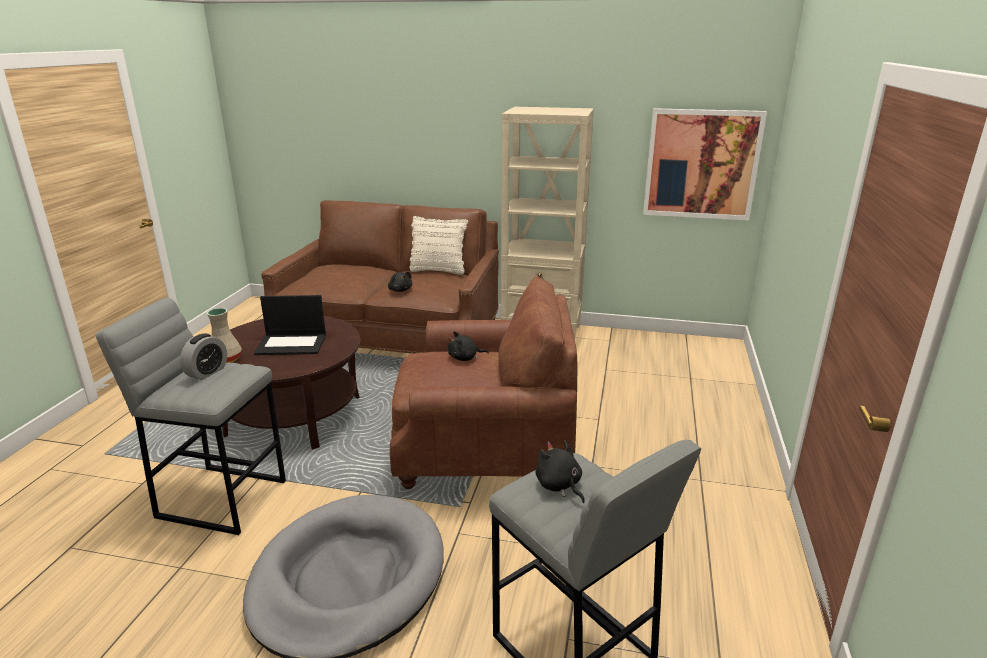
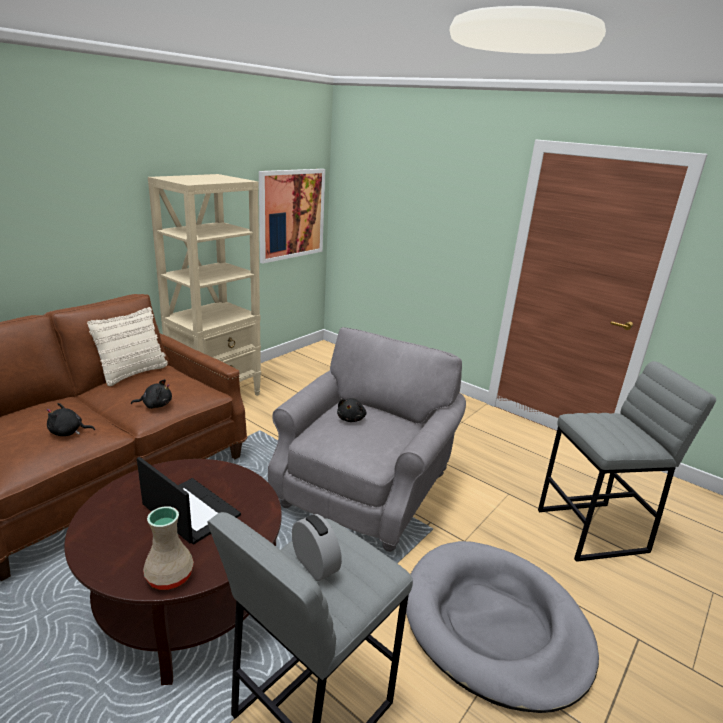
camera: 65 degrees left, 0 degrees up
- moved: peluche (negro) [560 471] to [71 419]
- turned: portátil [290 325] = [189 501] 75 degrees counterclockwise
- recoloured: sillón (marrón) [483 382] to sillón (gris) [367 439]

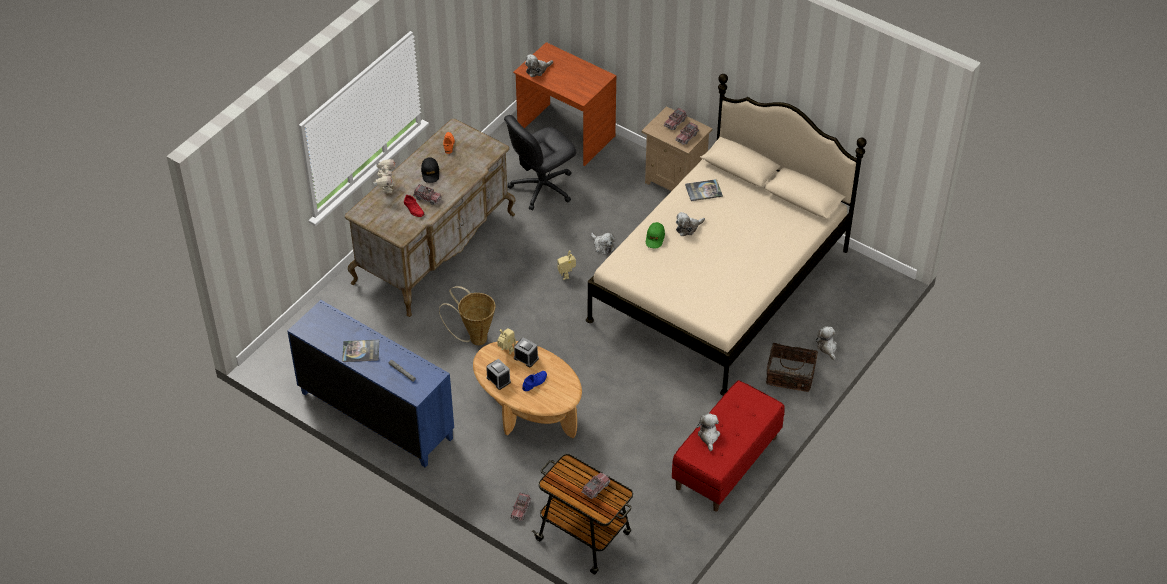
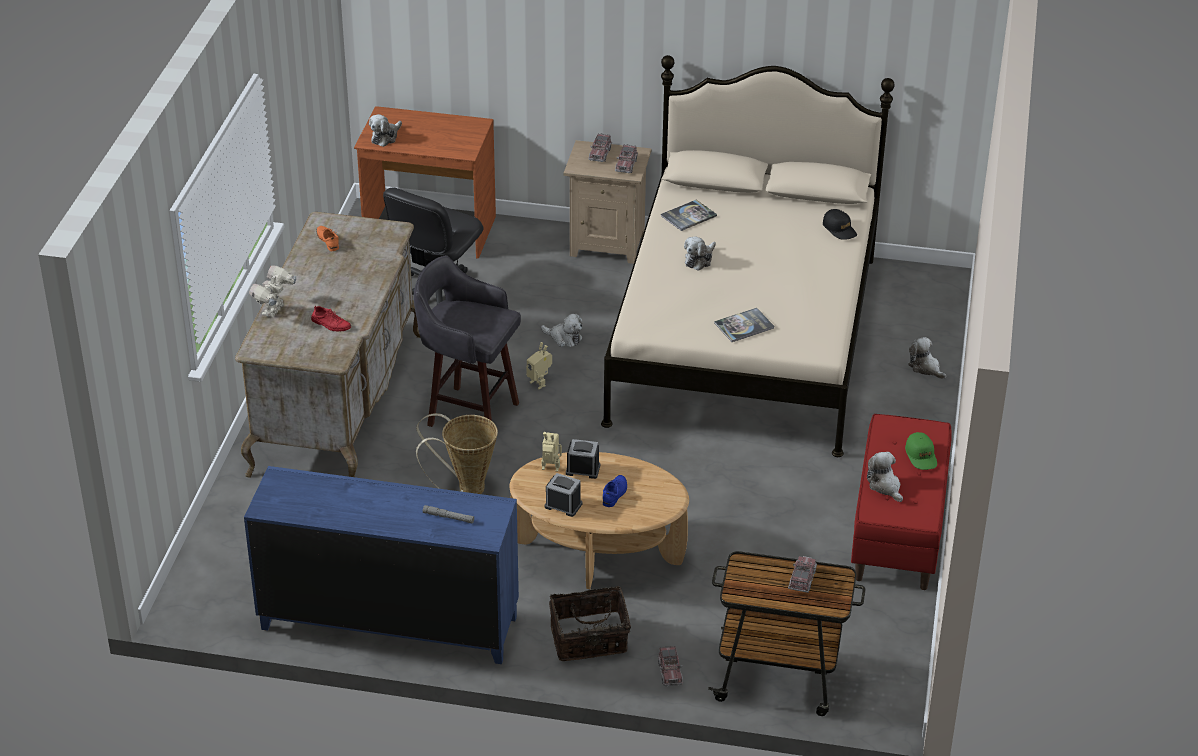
camera: 25 degrees left, 10 degrees down
- turned: robot de juguete [384 176] = [272 291] 135 degrees counterclockwise
- added: taburete (gris) [467 341]
- moved: cesta [792 367] to [590 623]
- moved: libro [360 351] to [744 325]
- moved: gorra (negro) [430 170] to [840 224]
- moved: gorra (verde) [655 235] to [921 451]
- removed: camión de juguete [427 194]

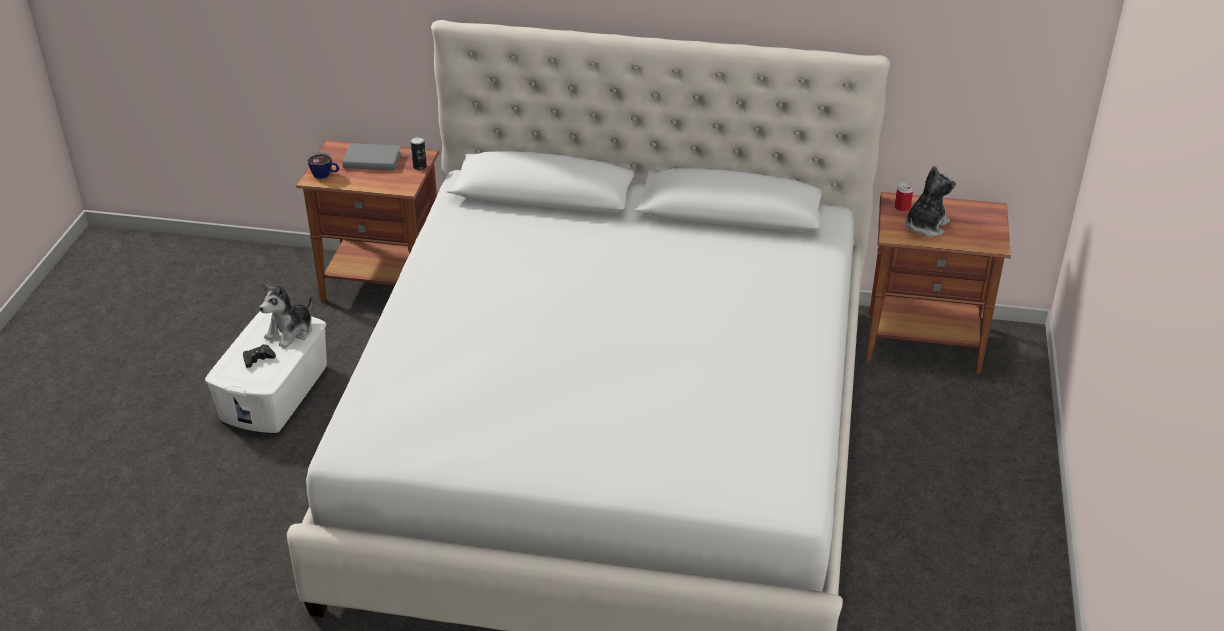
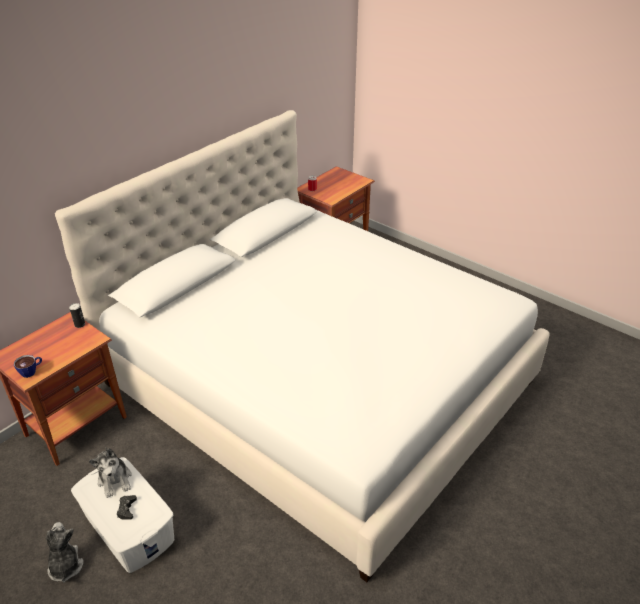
camera: 60 degrees left, 0 degrees up
- moved: peluche [930 201] to [65 552]
- removed: libro (gris) [372 157]

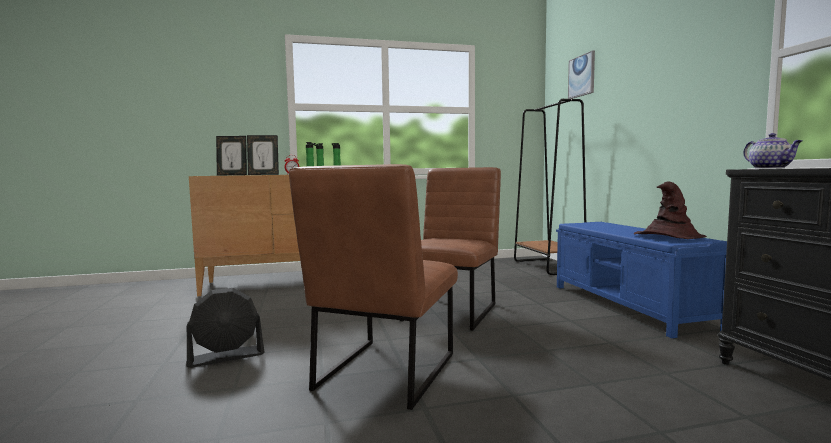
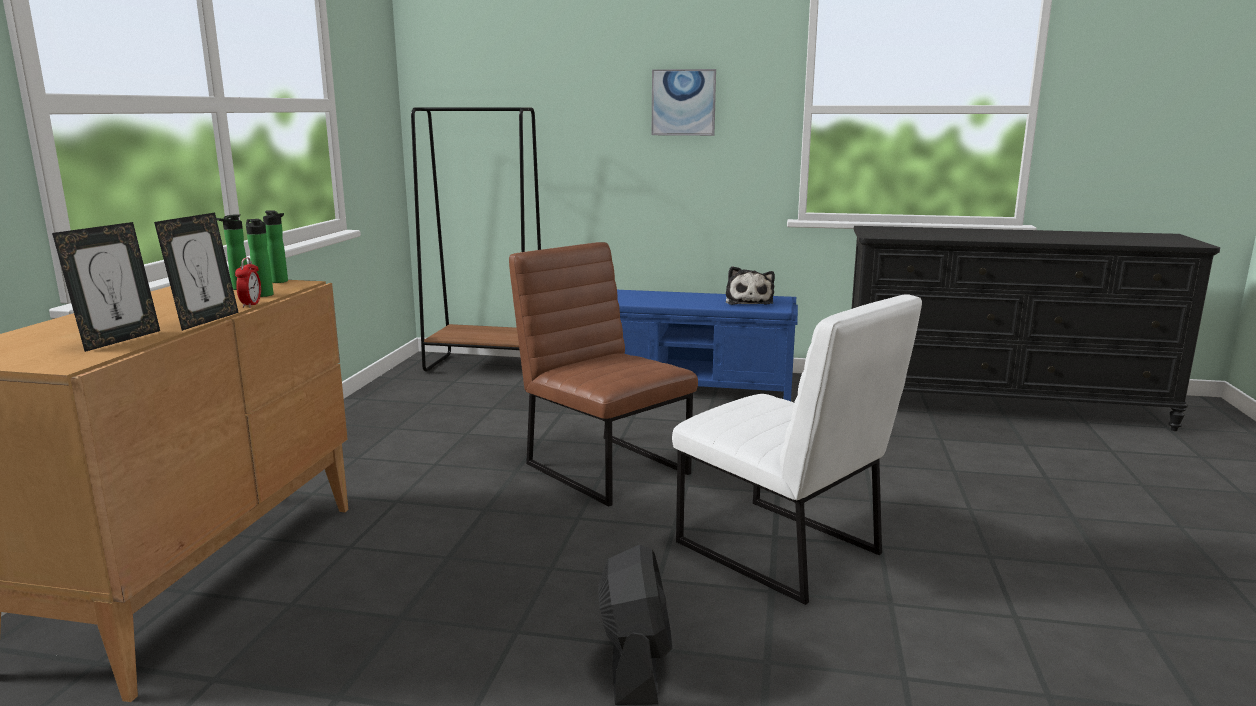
camera: 65 degrees left, 10 degrees up
- moved: cuadro [581 74] to [684 102]
- recoloured: silla (marrón) [373 287] to silla (blanco) [797 449]
- replaced: sombrero (marrón) [670 210] to peluche [750 285]
- removed: tetera [773 151]

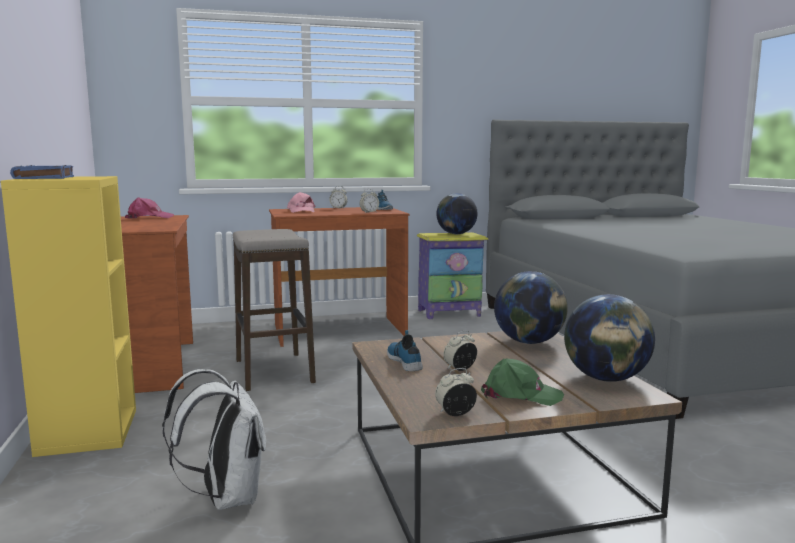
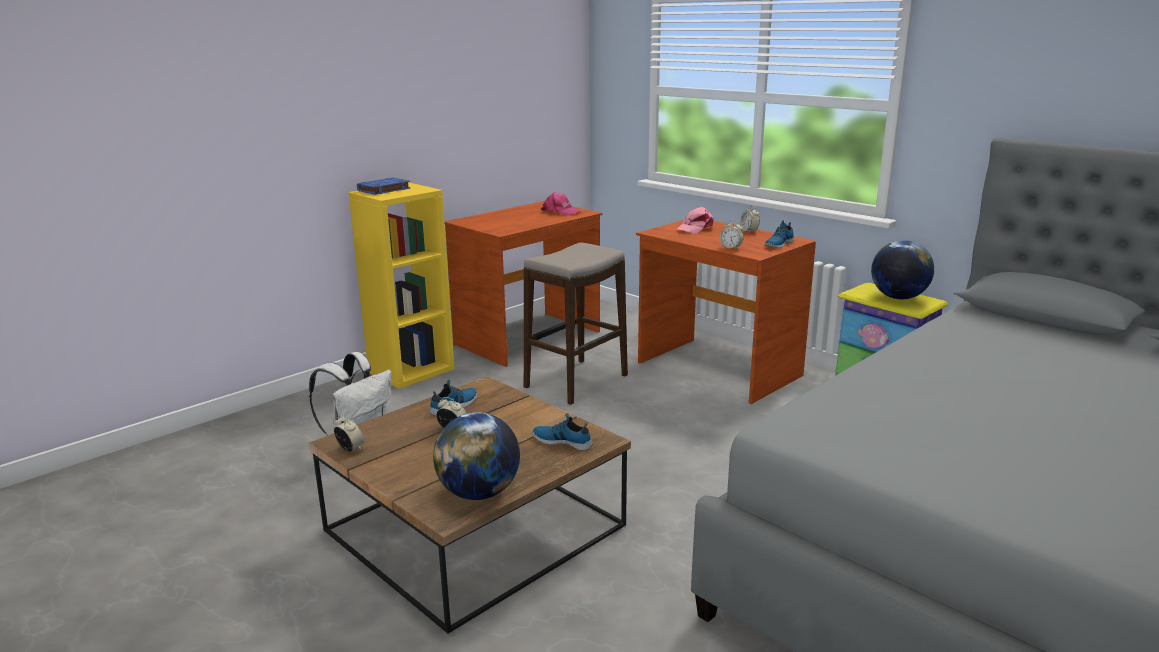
camera: 60 degrees right, 10 degrees up
- replaced: globo terráqueo [531 307] to zapato [563 431]
- removed: gorra (verde) [522 382]

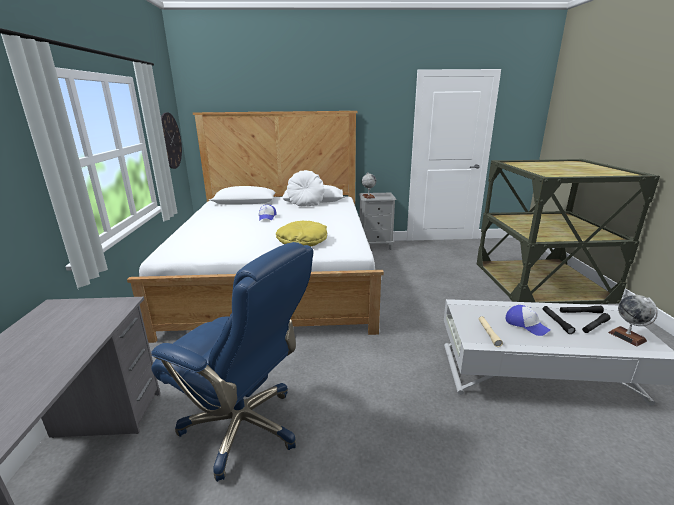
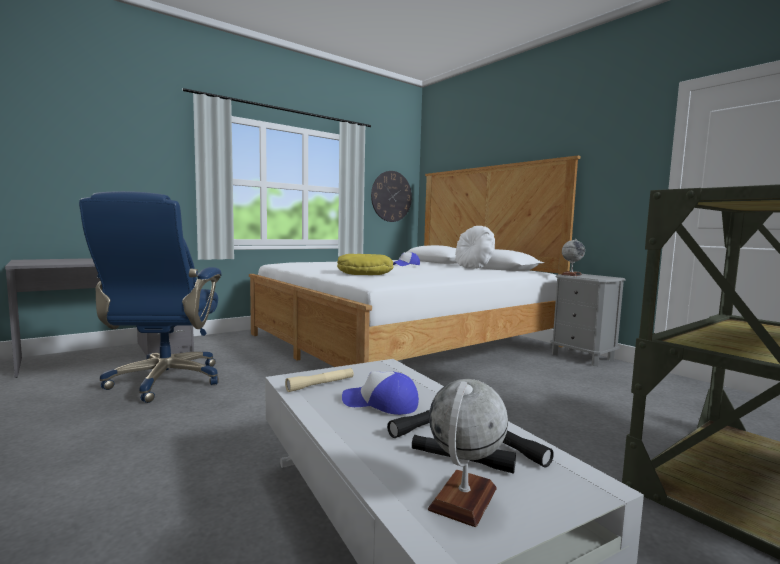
camera: 55 degrees right, 15 degrees down
- turned: gorra [528 320] = [380 393] 90 degrees clockwise

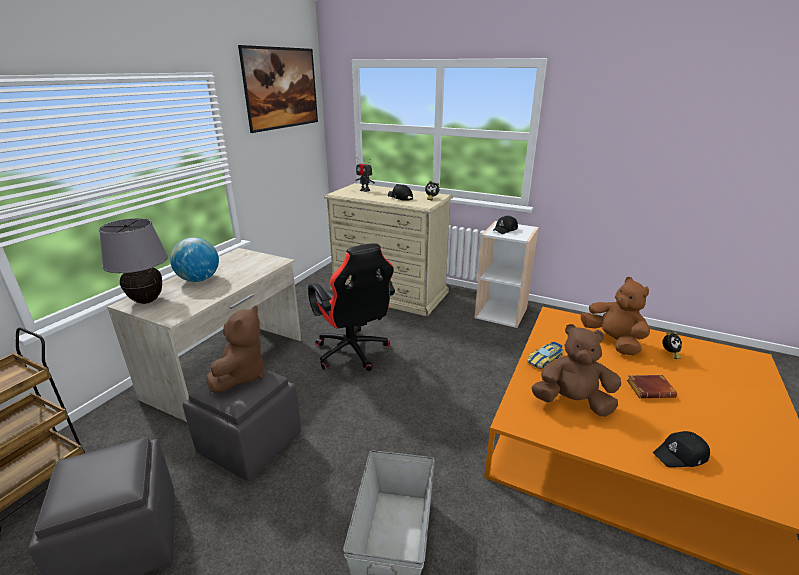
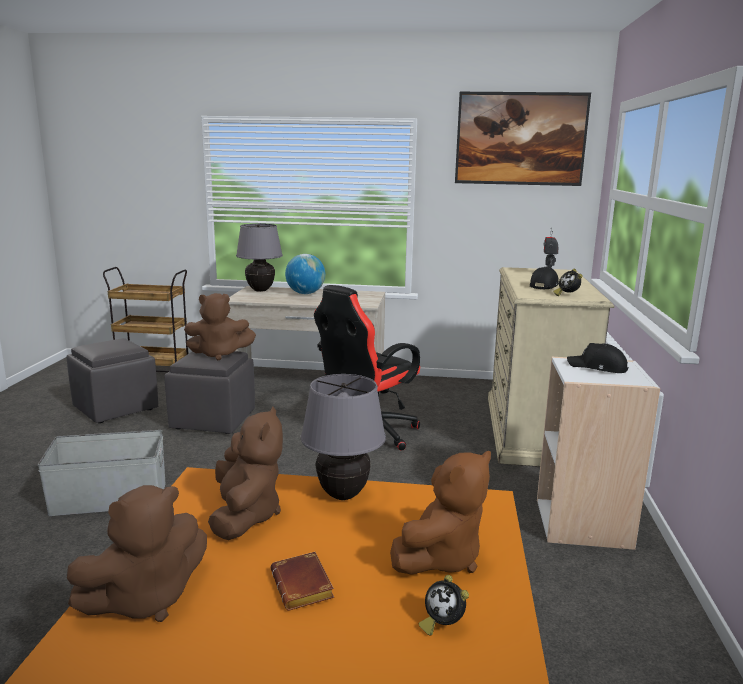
camera: 70 degrees right, 10 degrees down
- replaced: gorra (negro) [681 449] to peluche (marrón) [137 553]
- replaced: coche de juguete [545 355] to lámpara de mesa (gris) [343 437]

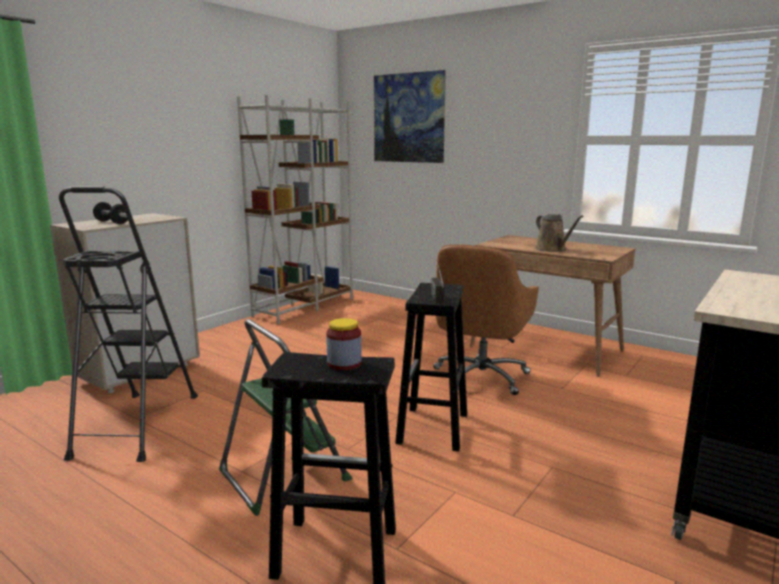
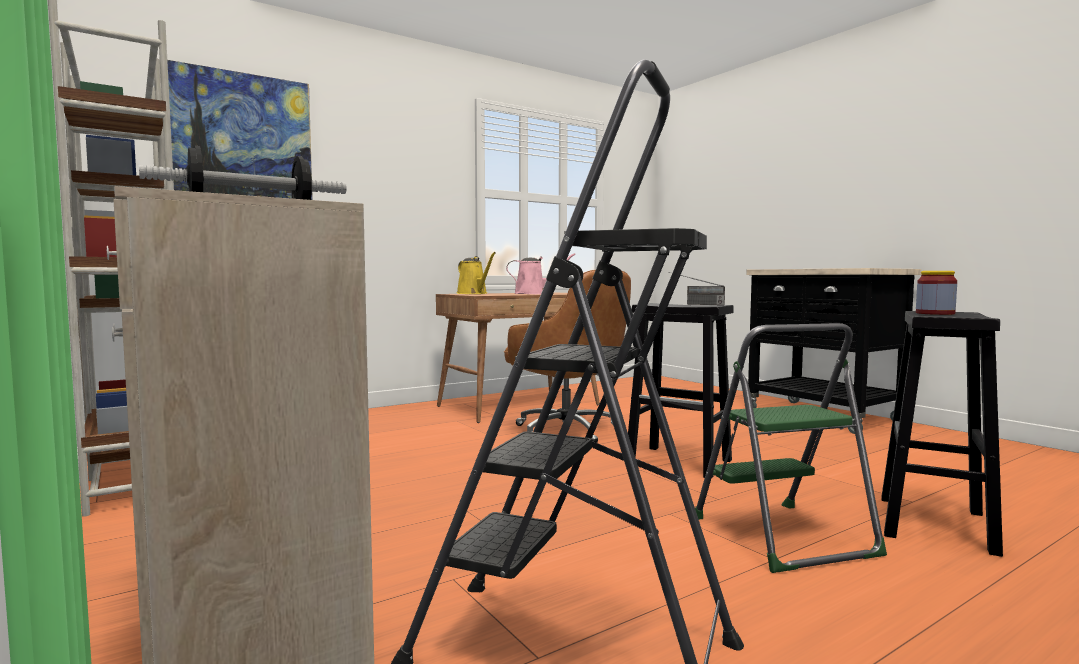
camera: 70 degrees left, 10 degrees down
- added: regadera (amarillo) [476 273]
- recoloured: regadera (marrón) [559 233] to regadera (rosa) [540 273]

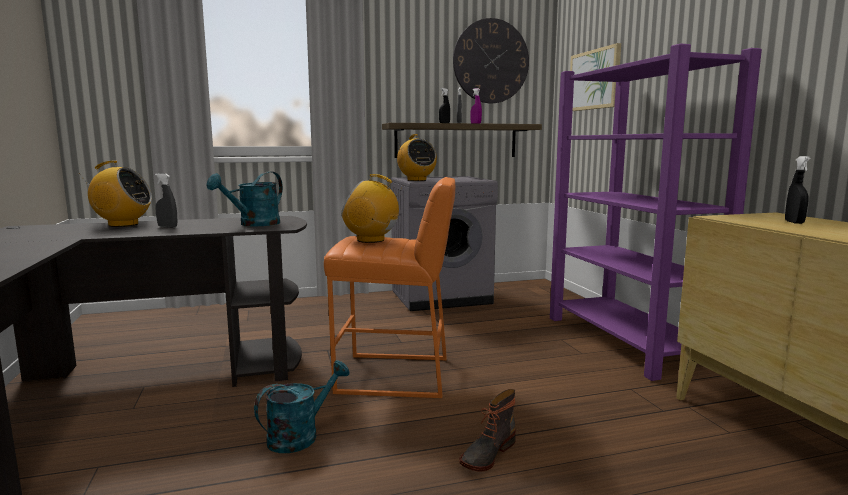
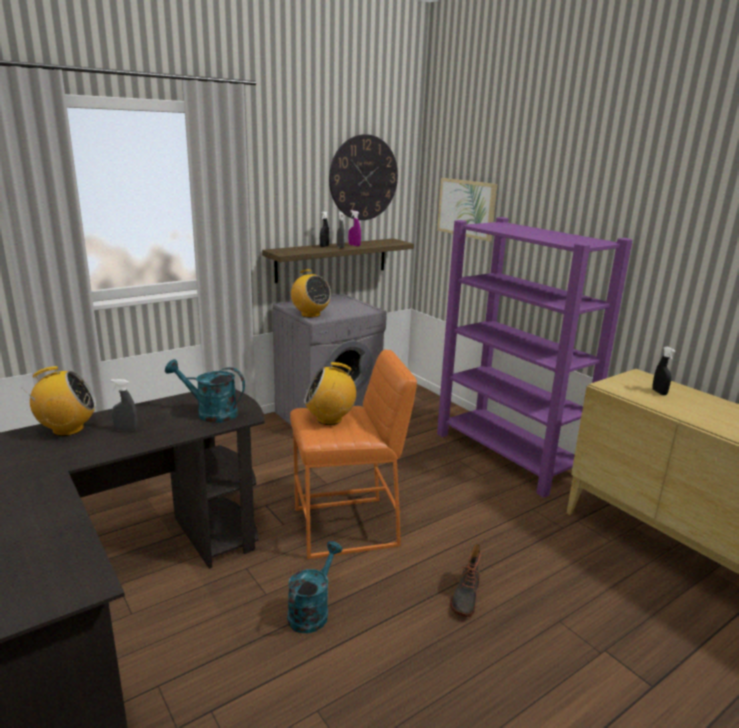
camera: 20 degrees left, 10 degrees up
- turned: regadera (turquesa) [244 198] = [205 391] 90 degrees clockwise

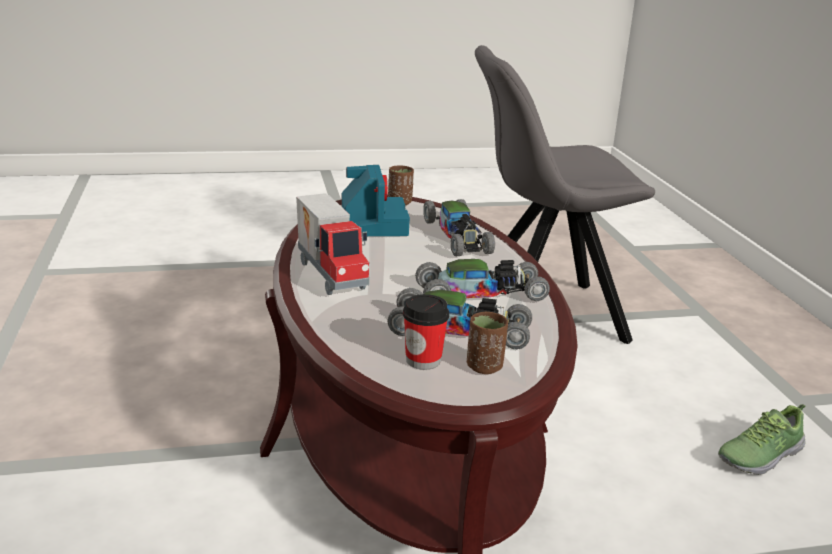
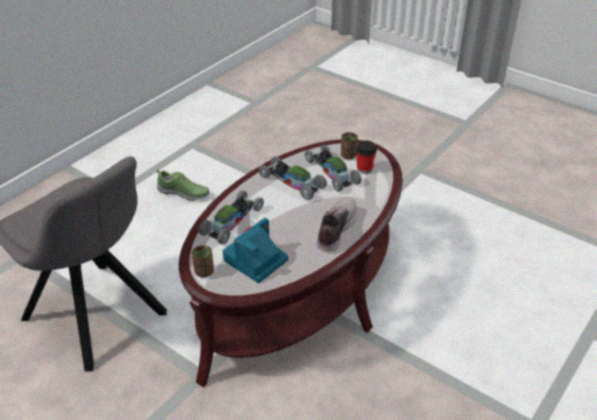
camera: 130 degrees left, 15 degrees up
- replaced: camión de juguete [333 244] to zapato [337 224]

